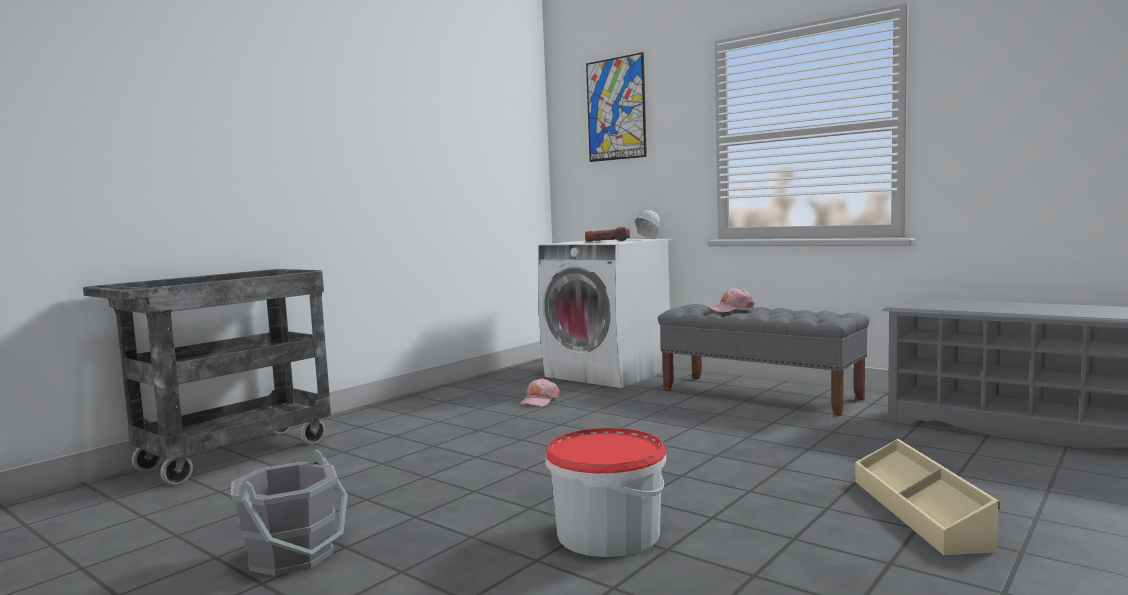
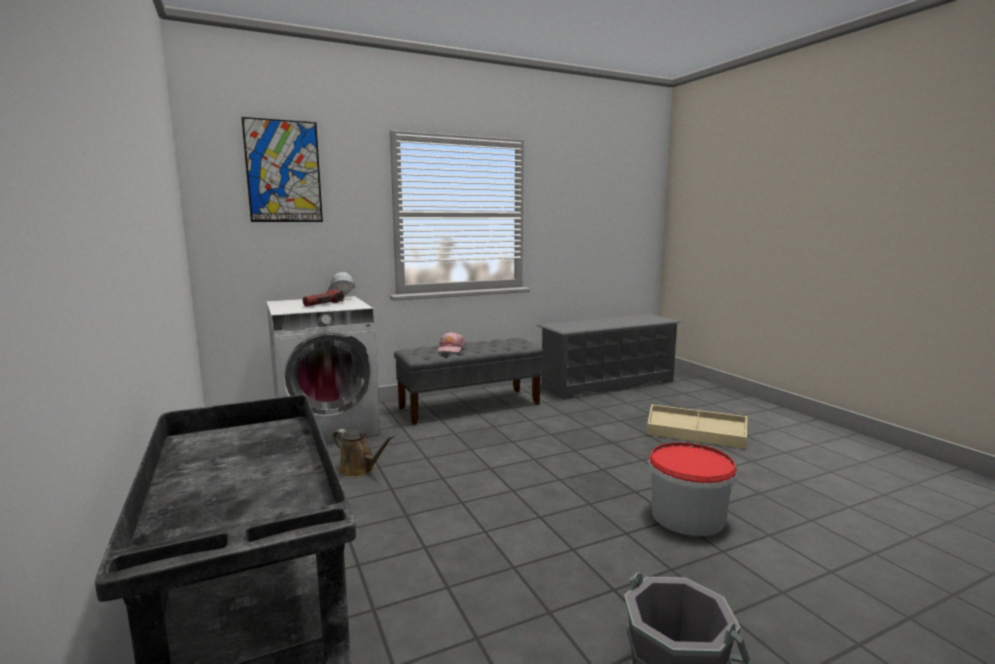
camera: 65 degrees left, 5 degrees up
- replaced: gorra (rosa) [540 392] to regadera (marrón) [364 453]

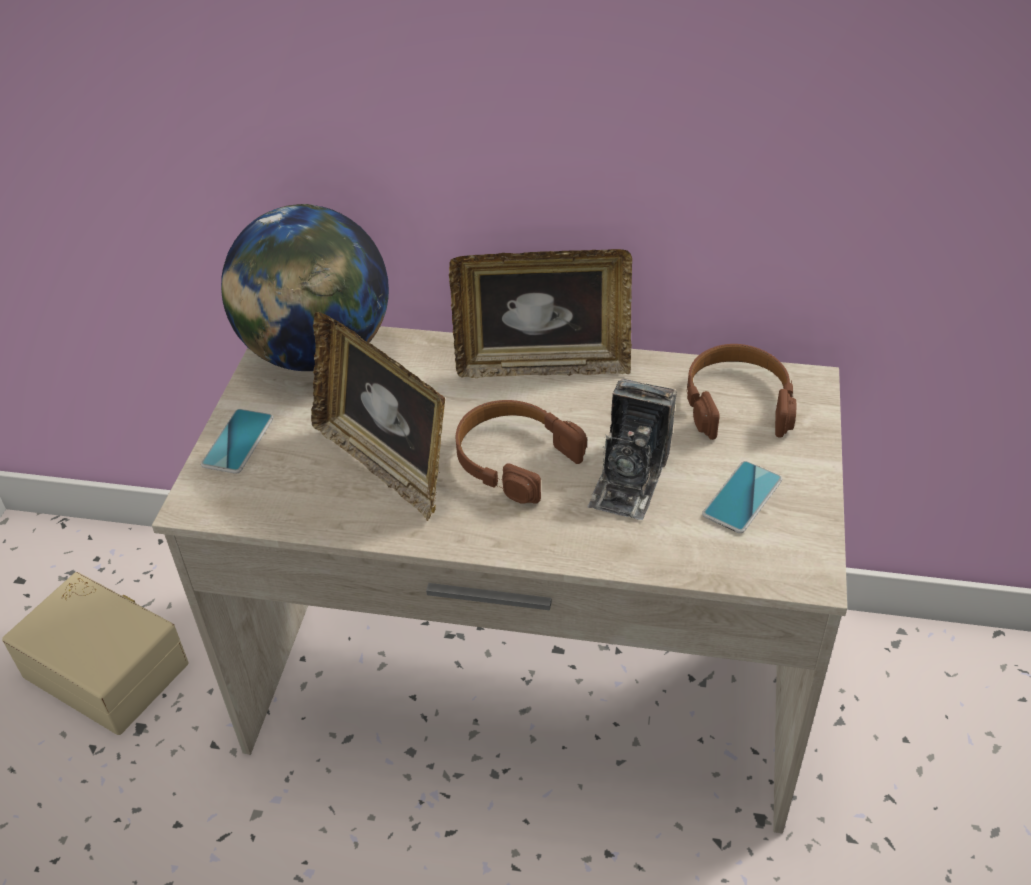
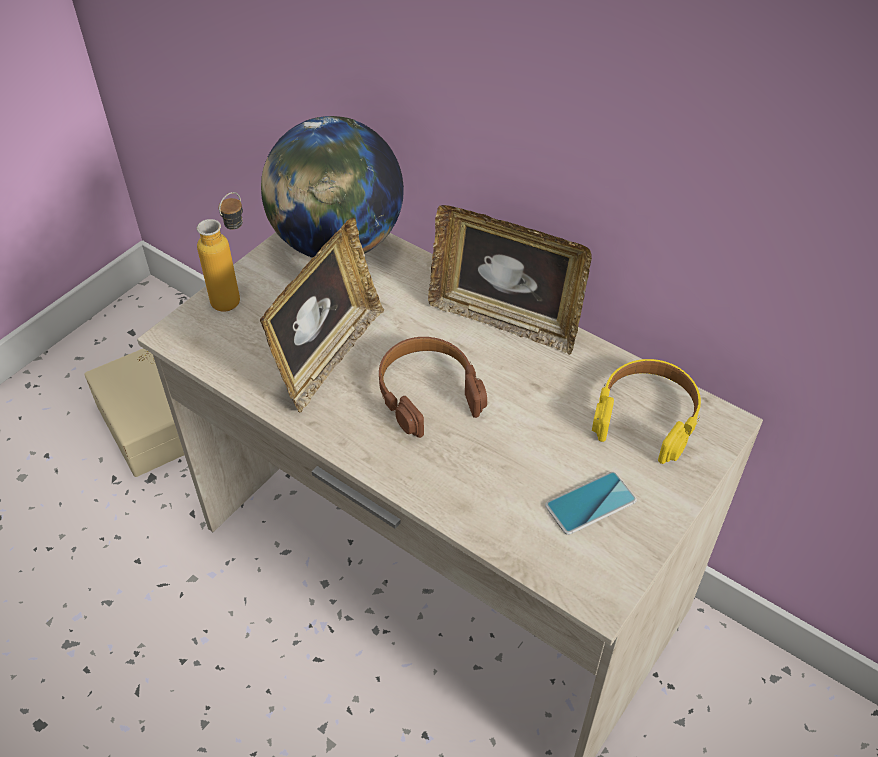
camera: 25 degrees right, 5 degrees up
- replaced: móvil [237 441] to botella [220 252]
- turned: portarretratos [378 416] = [322 315] 135 degrees counterclockwise
- recoloured: auriculares (marrón) [741 392] to auriculares (amarillo) [646 411]
- removed: cámara [632 449]

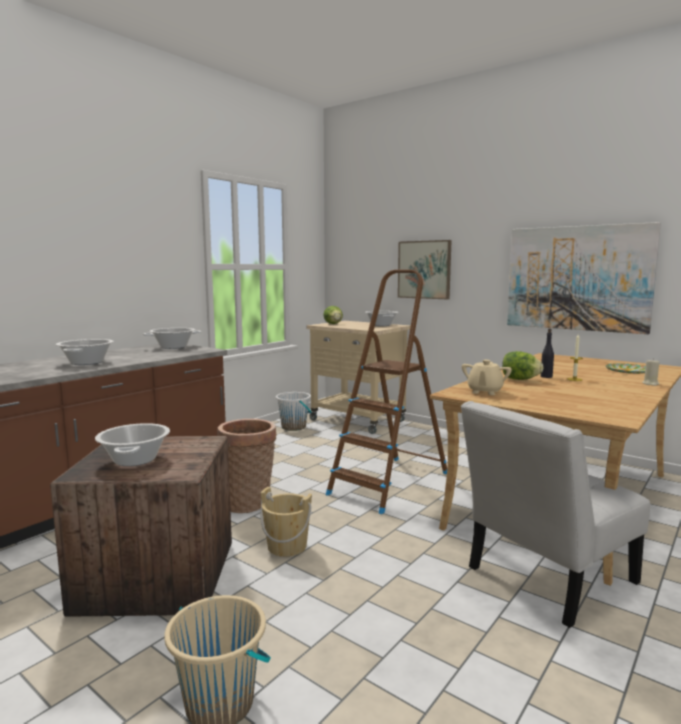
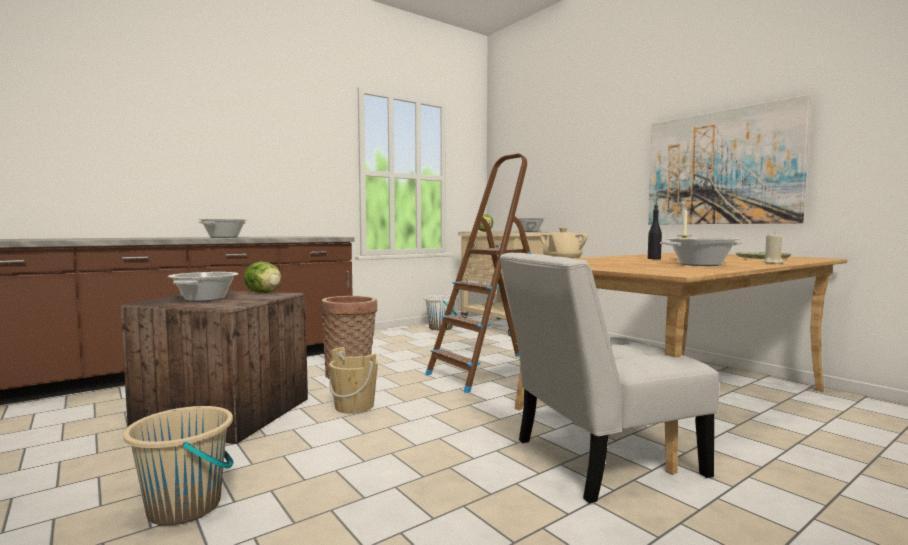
camera: 15 degrees right, 5 degrees down
- moved: lechuga [523 365] to [262 277]
- moved: olla [172 338] to [701 252]
- removed: cuadro [425 269]

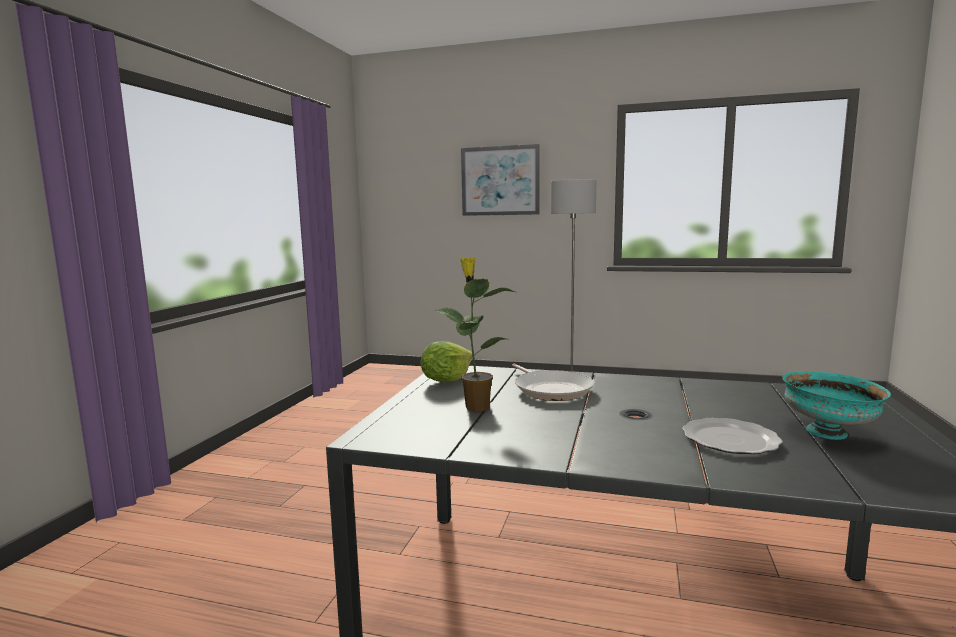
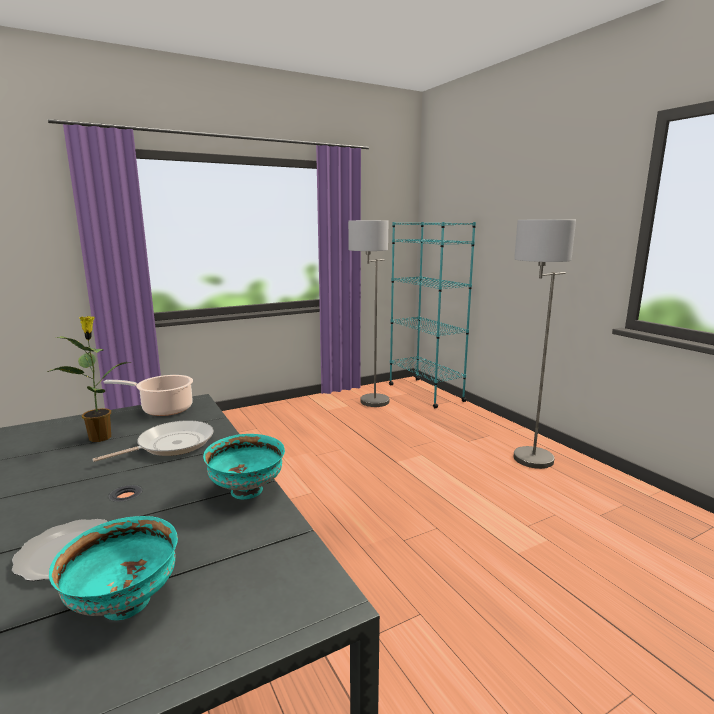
camera: 45 degrees right, 5 degrees up
- turned: sartén [553 382] = [152 441] 150 degrees counterclockwise
- replaced: lechuga [447 361] to olla [148 395]
- added: cuenco (turquesa) [244 467]
- added: lámpara de pie (gris) [368 313]
- added: estantería (turquesa) [432 315]
- removed: cuadro [500 180]

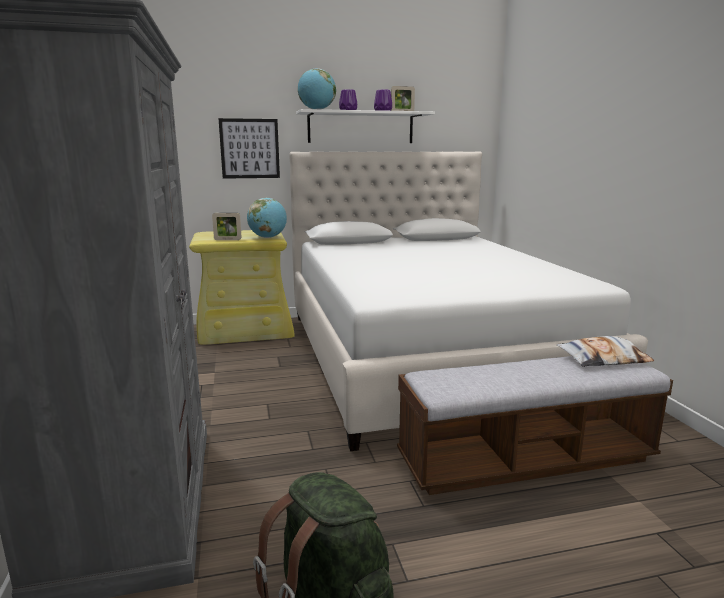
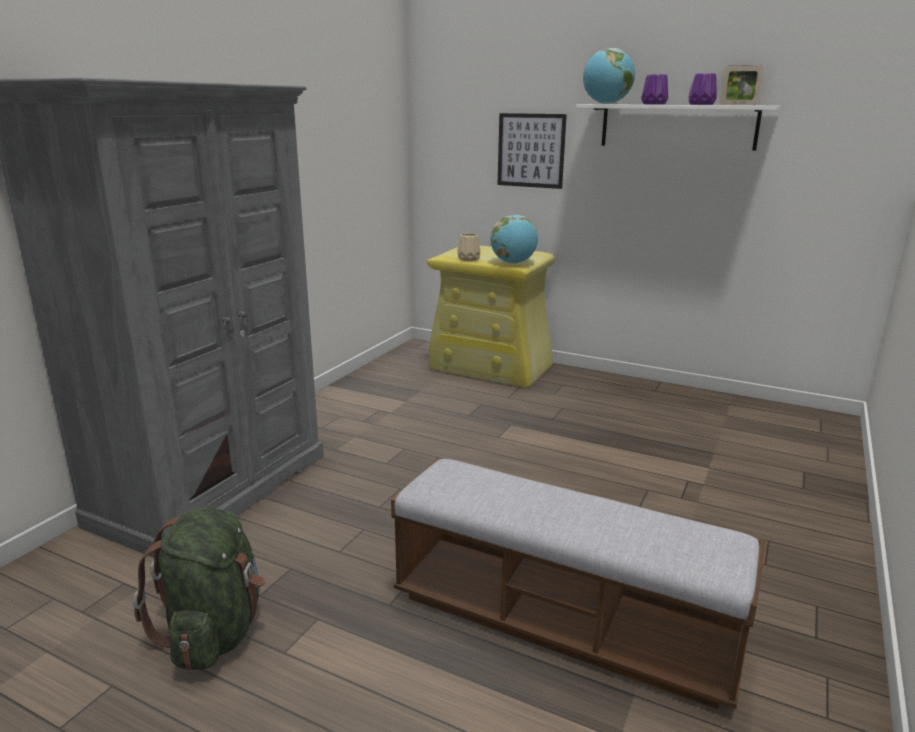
camera: 40 degrees right, 5 degrees up
- replaced: portarretratos [227 226] to florero (beis) [468 247]
- removed: cama (blanco) [468 301]
- removed: cojín [605 351]

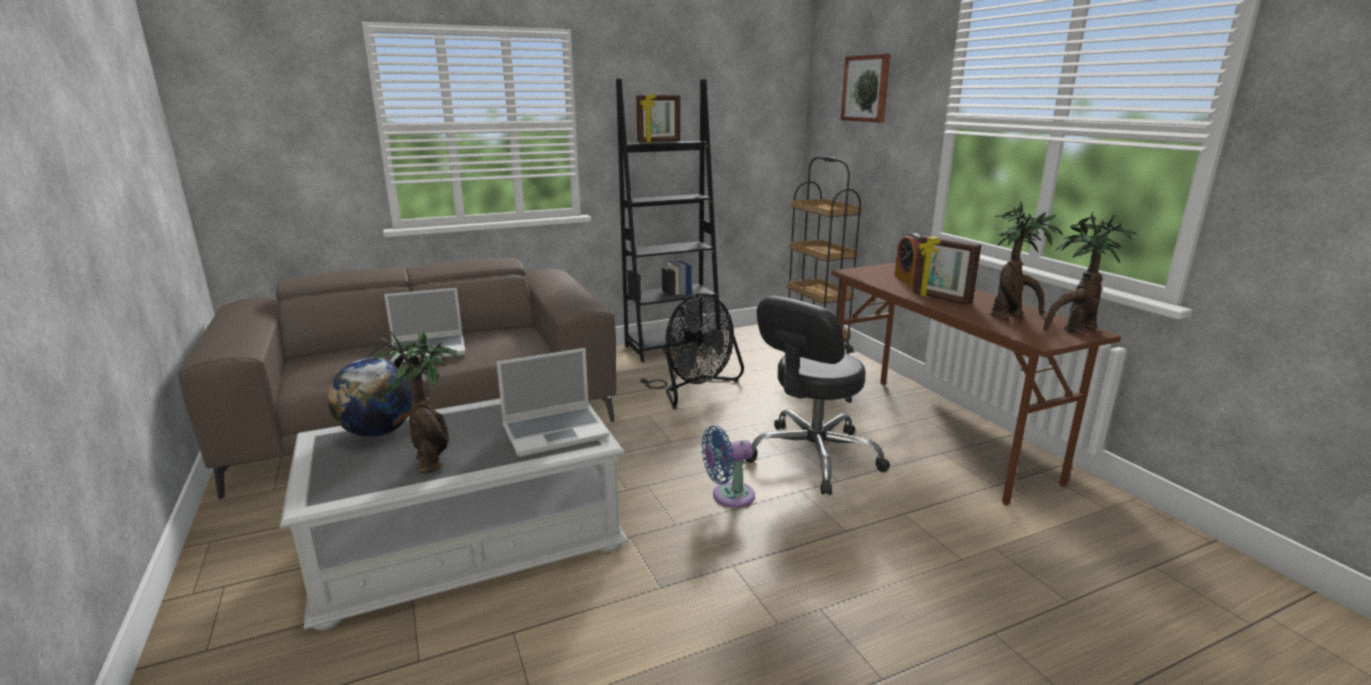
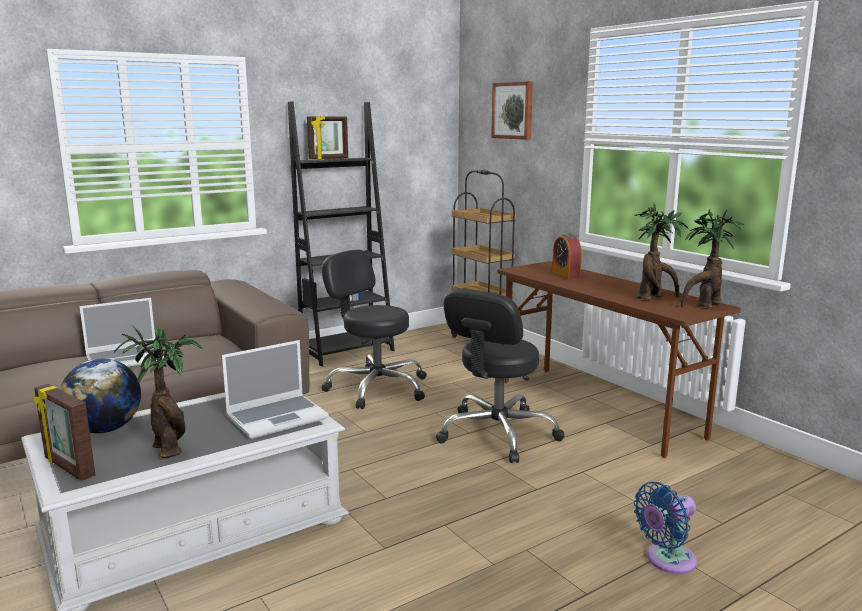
camera: 10 degrees left, 5 degrees down
- moved: portarretratos [947 270] to [64 432]
- replaced: ventilador (negro) [692 351] to silla de oficina (negro) [374 329]
- moved: ventilador (azul) [728 467] to [665 528]

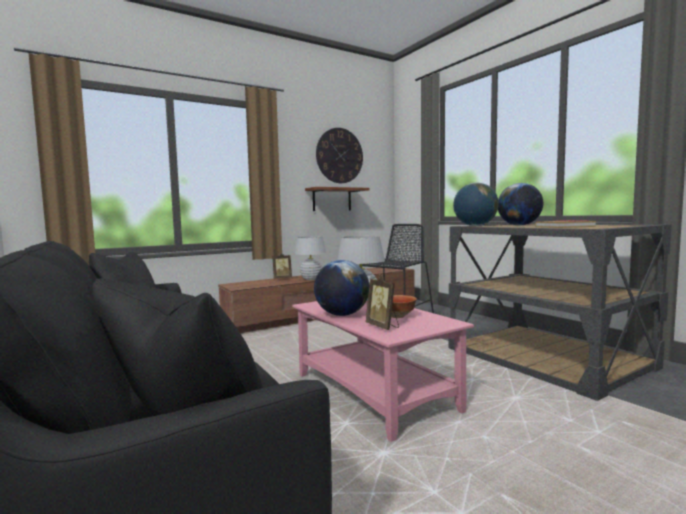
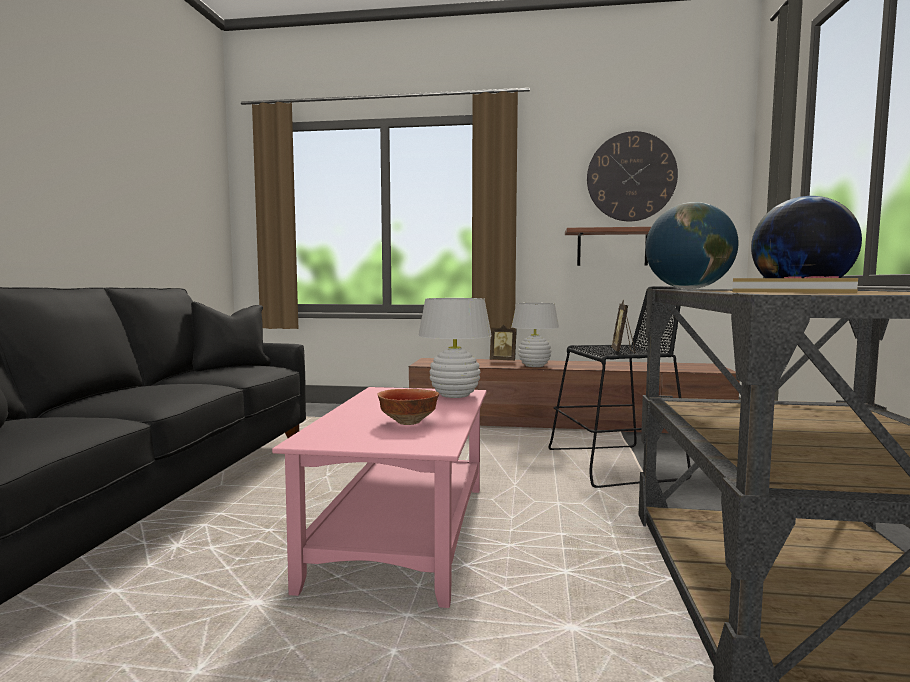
camera: 40 degrees right, 0 degrees up
- moved: portarretratos [382 303] to [623 326]
- removed: globo terráqueo [341 288]

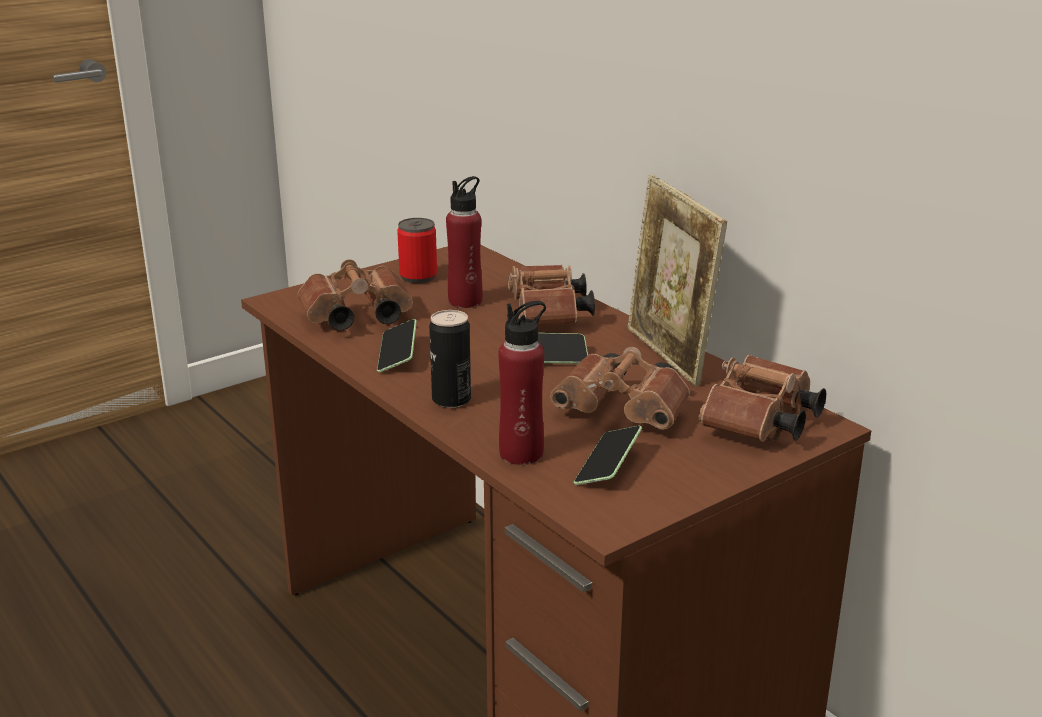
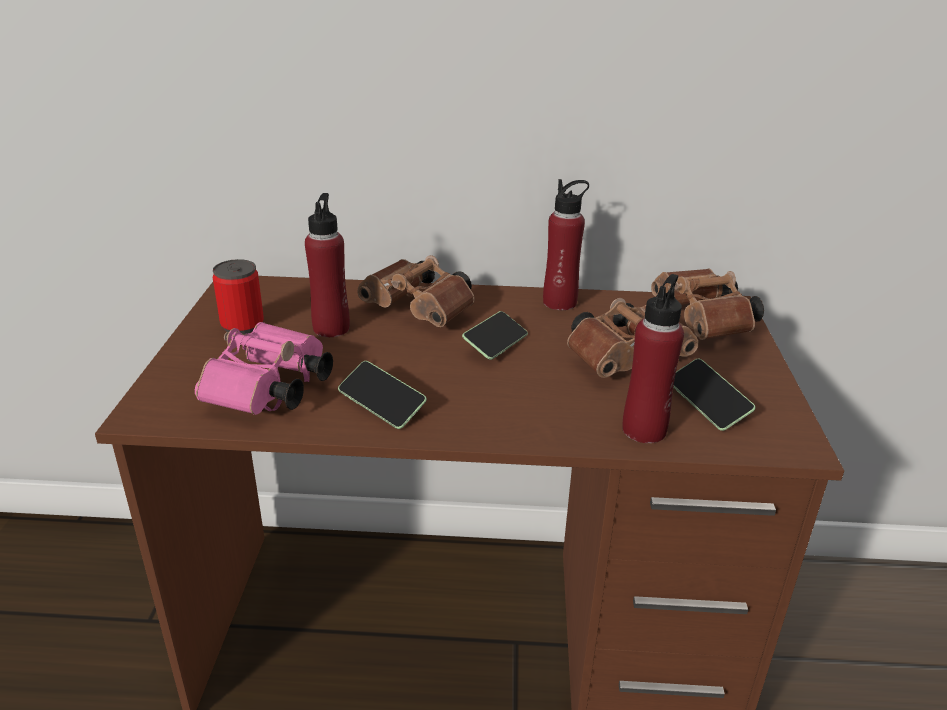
camera: 50 degrees left, 5 degrees up
- recoloured: prismáticos (marrón) [355 294] to prismáticos (rosa) [264 368]
- replaced: portarretratos [677 280] to botella (rojo) [566 244]
- removed: lata [450 359]

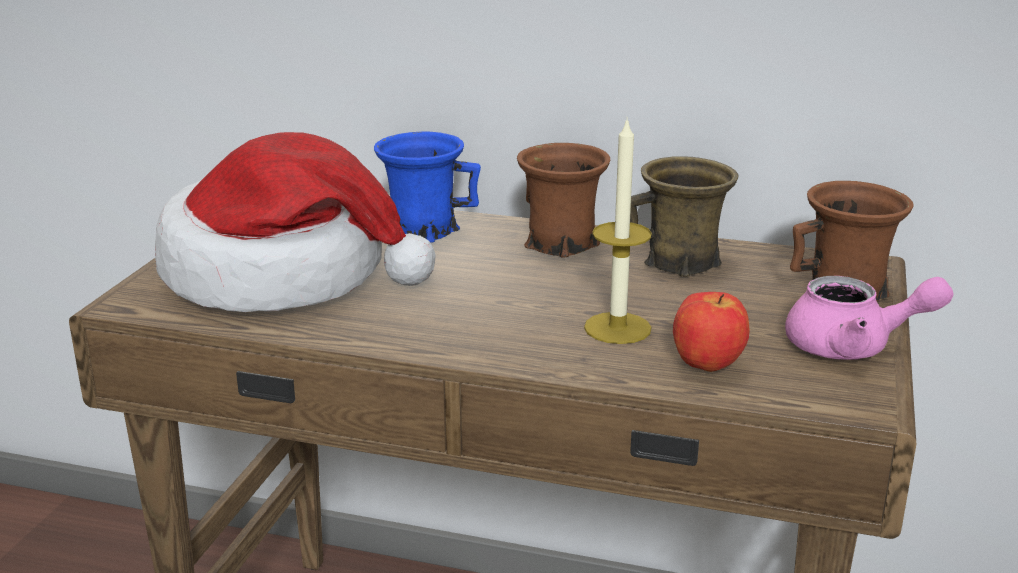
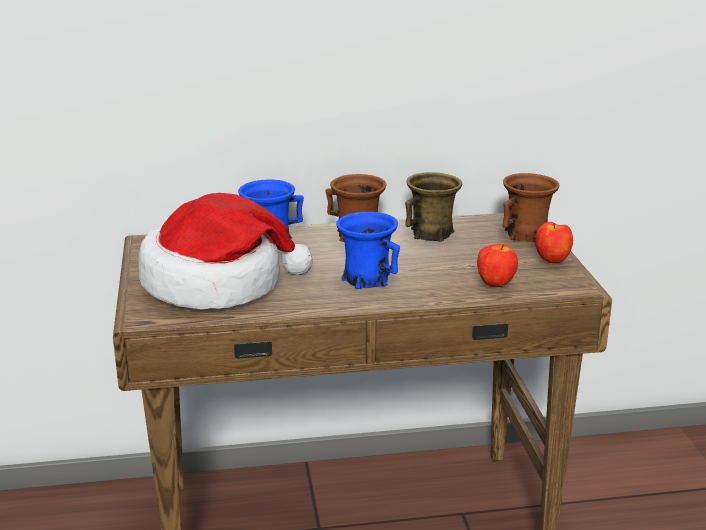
camera: 25 degrees left, 0 degrees up
- added: taza grande (azul) [368 250]
- replaced: tetera (rosa) [869 318] to manzana [554 242]
- removed: vela [618 231]

